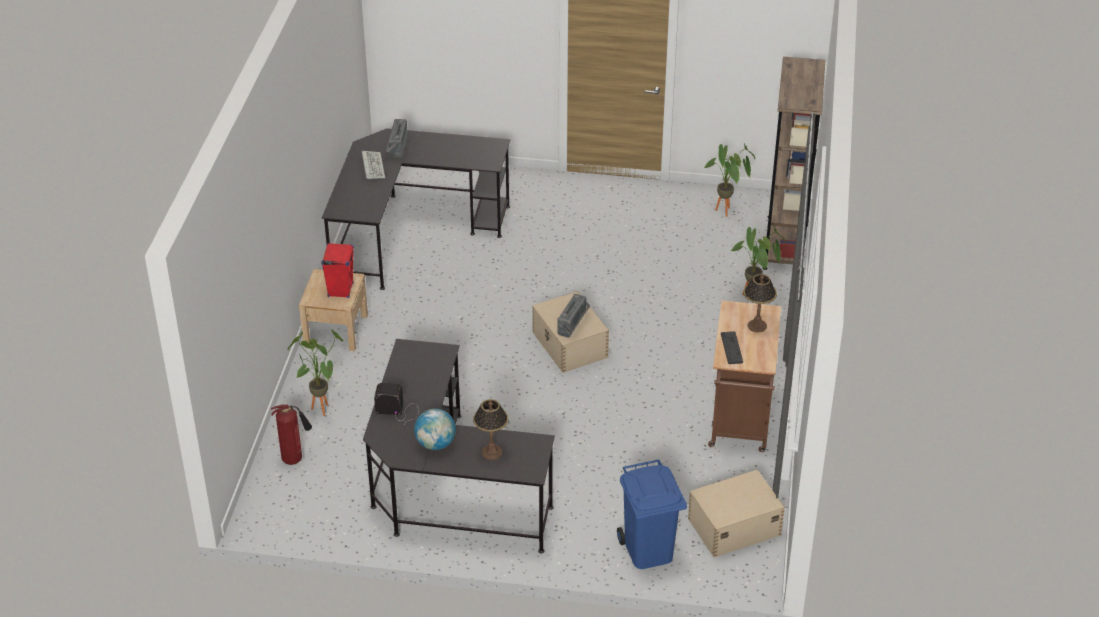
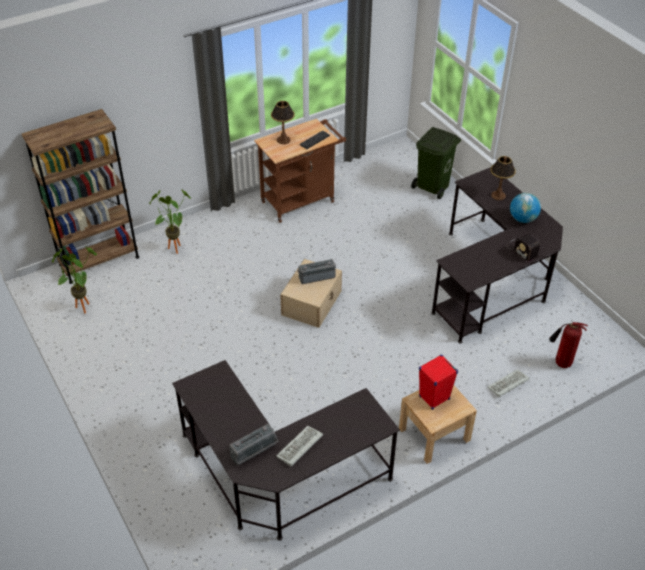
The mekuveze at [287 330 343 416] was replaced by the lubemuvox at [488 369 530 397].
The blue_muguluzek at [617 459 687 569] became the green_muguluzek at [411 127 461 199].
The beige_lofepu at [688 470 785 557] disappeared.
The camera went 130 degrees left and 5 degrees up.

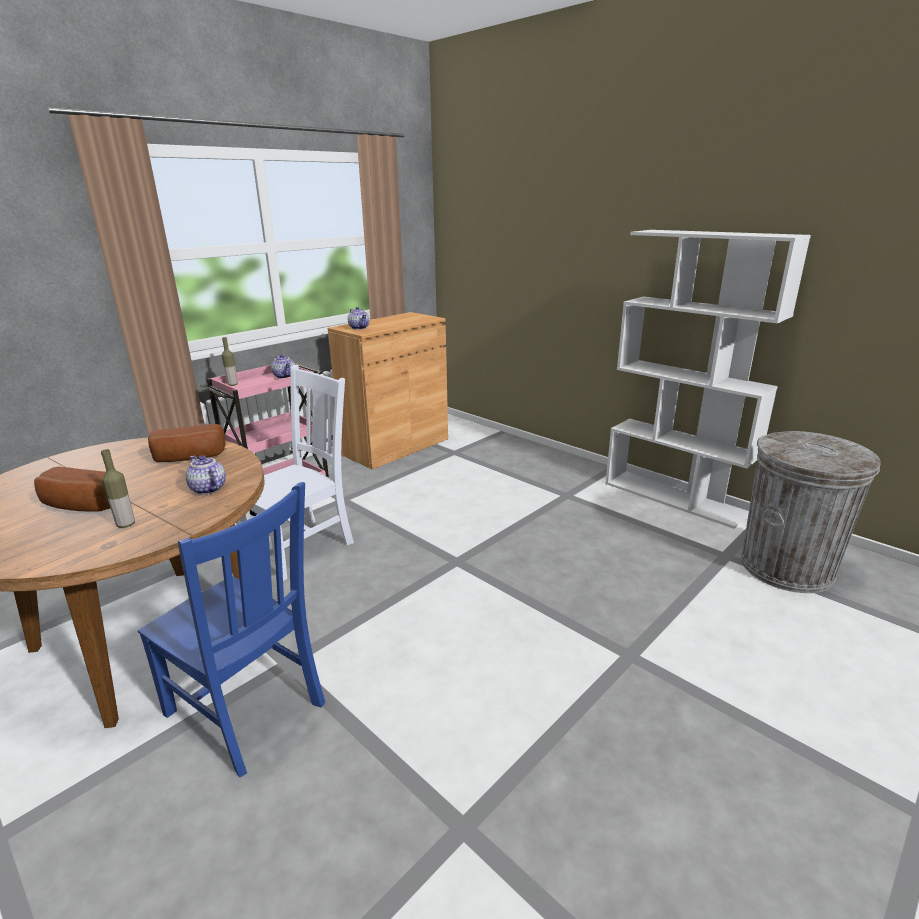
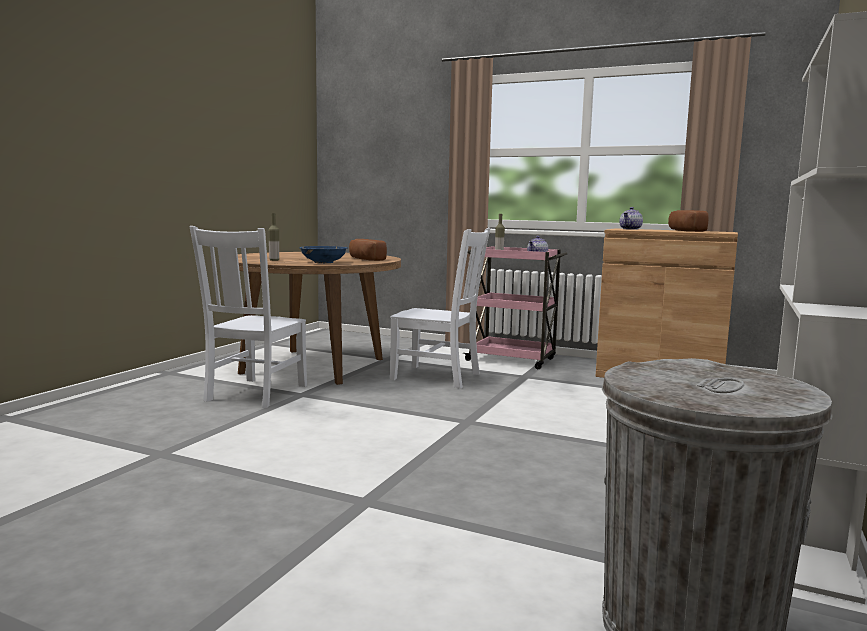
The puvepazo at [185 455 226 495] was replaced by the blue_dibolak at [299 246 348 263].
The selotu moved from [34 466 110 512] to [668 210 709 232].
The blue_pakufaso at [138 482 325 778] became the white_pakufaso at [189 226 307 408].
The camera went 70 degrees right and 15 degrees down.

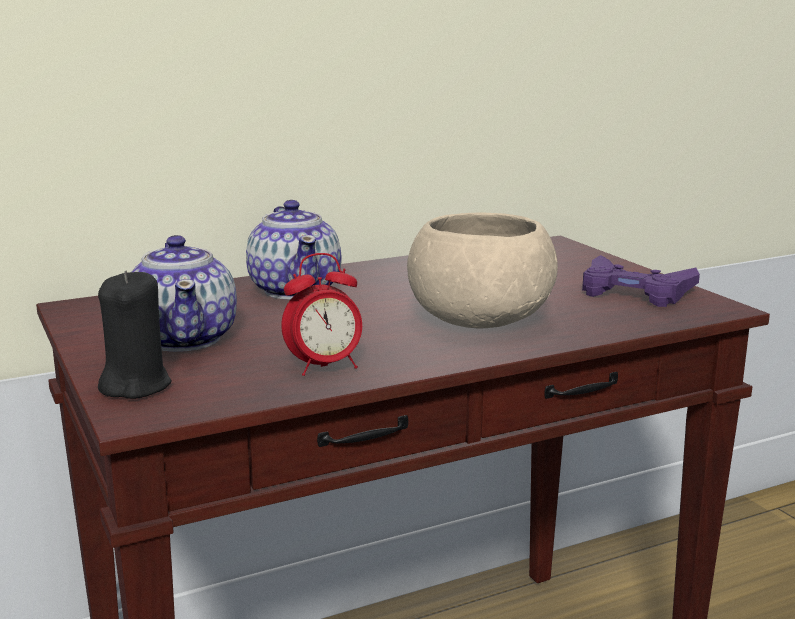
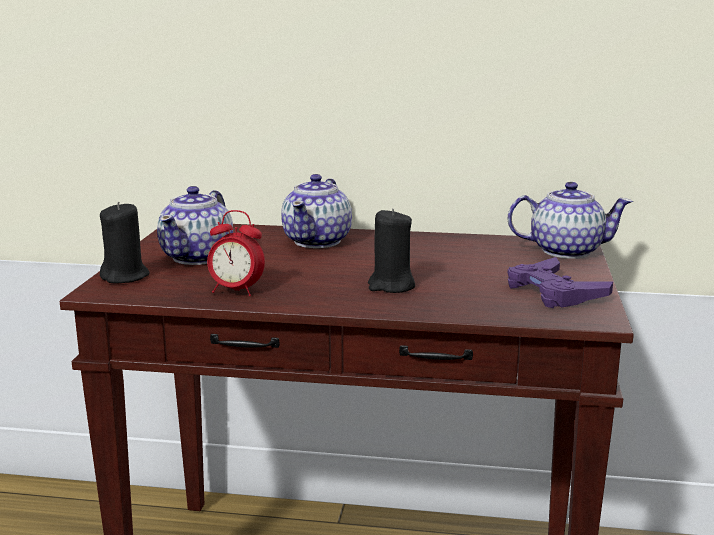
The beige_dibolak at [407 212 558 329] was replaced by the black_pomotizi at [368 208 415 293].
The puvepazo at [508 182 633 259] appeared.
The camera went 35 degrees right and 0 degrees up.

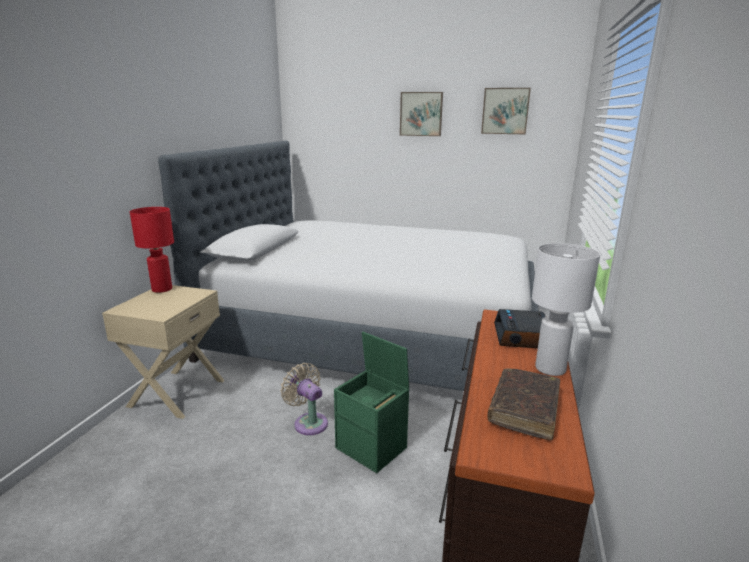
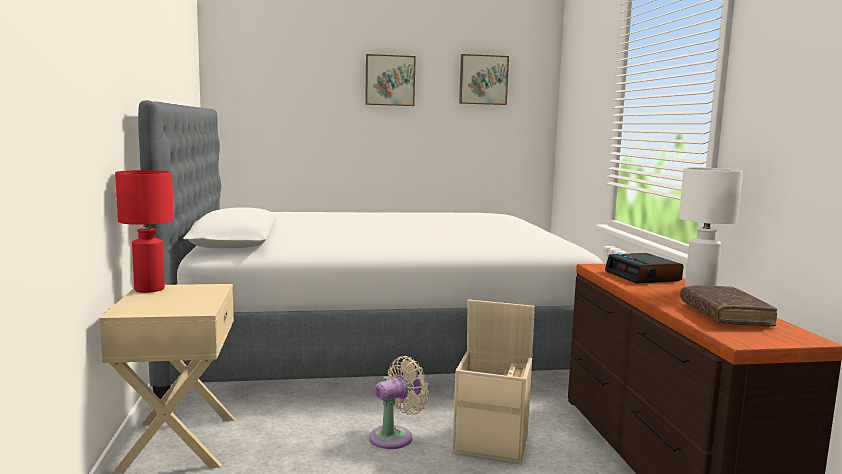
The green_lofepu at [334 331 409 473] became the beige_lofepu at [452 299 535 463].
The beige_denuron at [281 363 328 435] turned 120 degrees clockwise.
The camera went 25 degrees left and 10 degrees down.

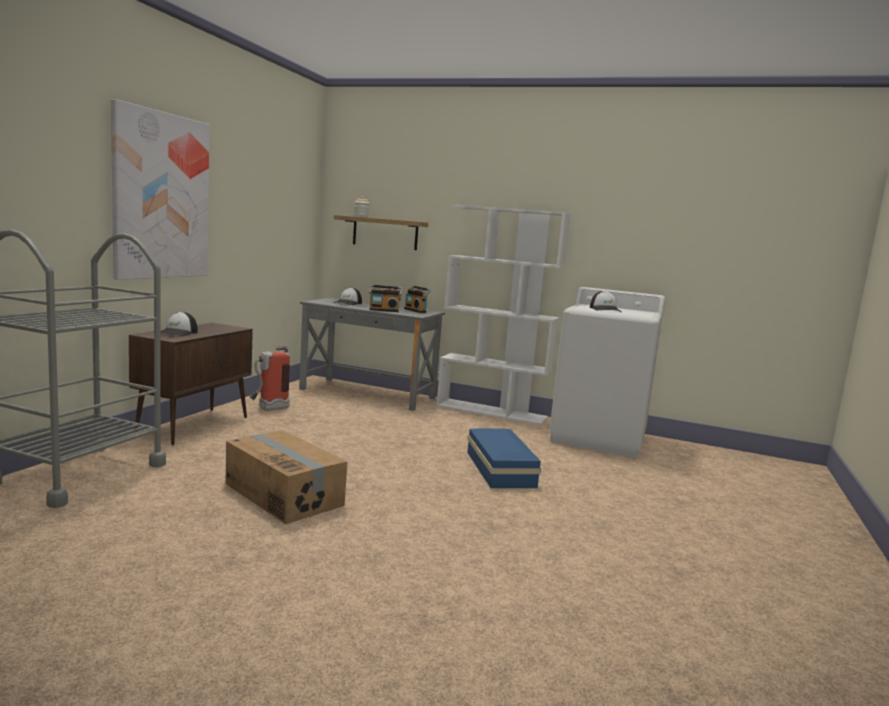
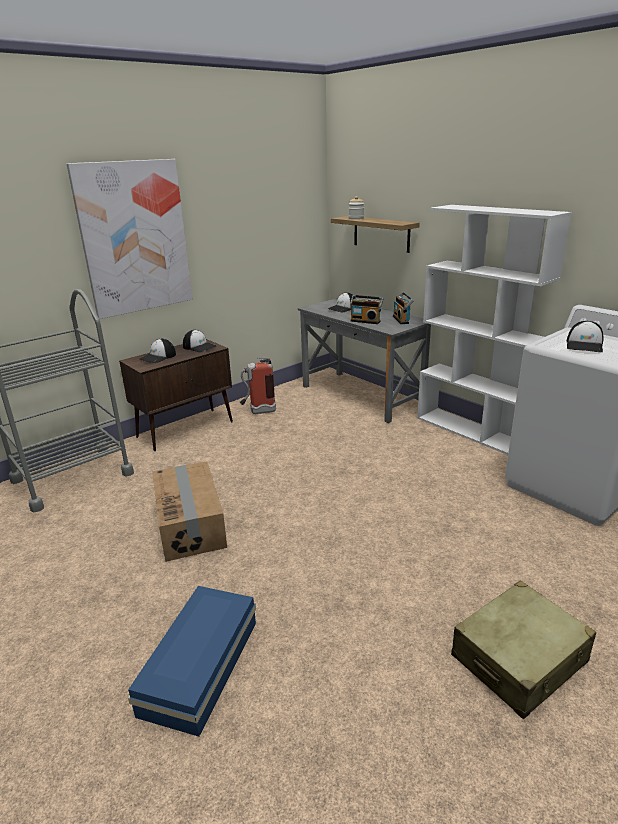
The blue_lofepu moved from [467 428 541 488] to [128 586 256 737].
The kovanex at [183 330 217 352] appeared.
The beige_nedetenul at [451 581 597 719] appeared.
The camera went 30 degrees right and 15 degrees up.

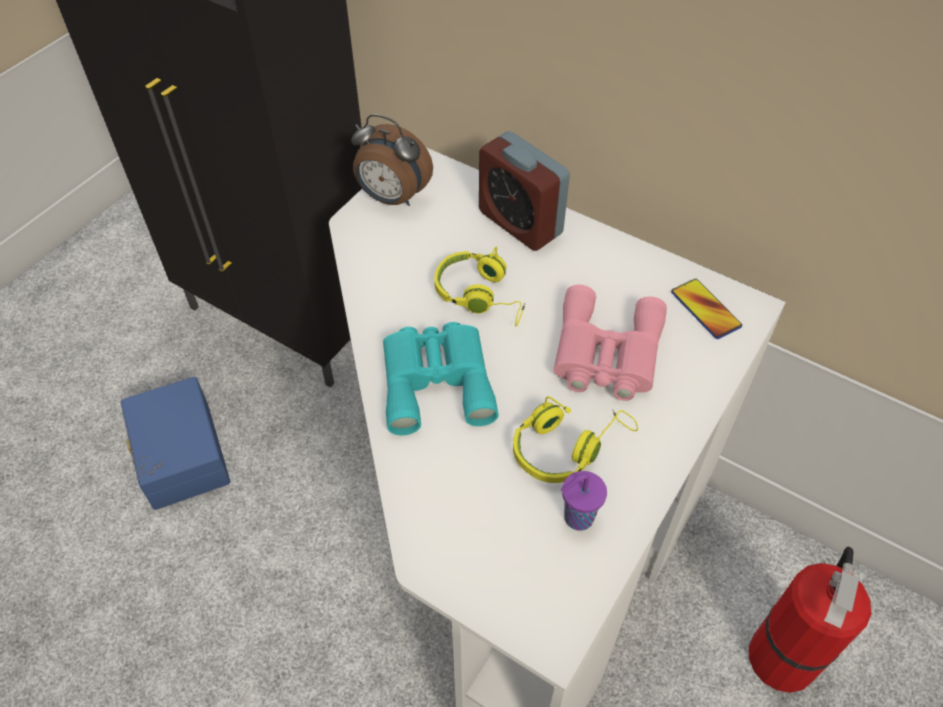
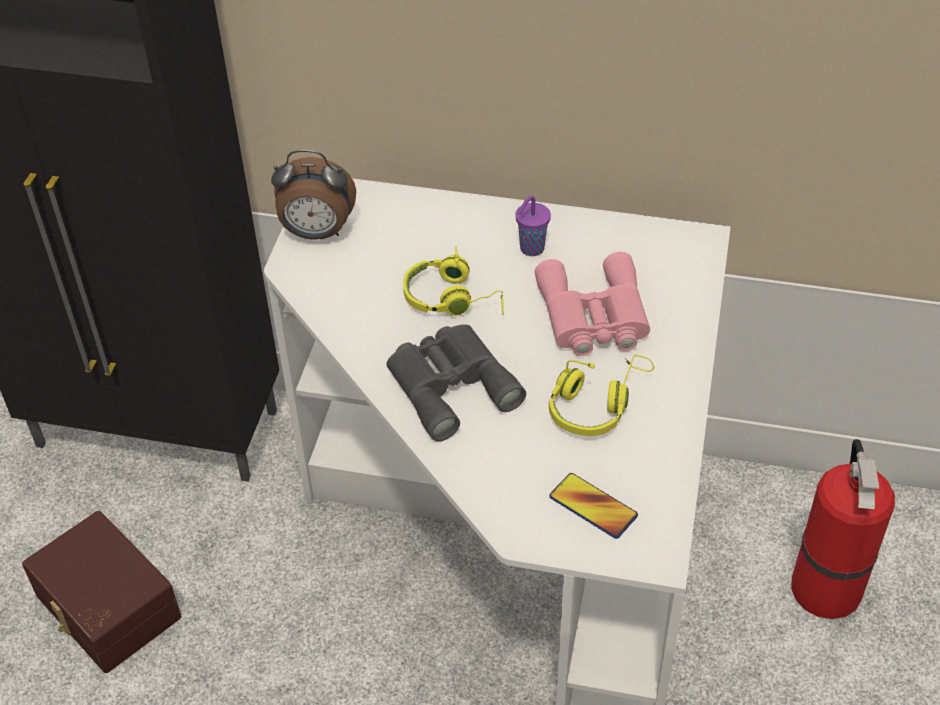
The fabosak at [479 132 570 251] disappeared.
The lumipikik moved from [671 279 742 339] to [549 473 638 539].
The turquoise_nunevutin at [383 322 499 435] became the grey_nunevutin at [386 325 526 441].
The blue_lofepu at [121 377 231 510] became the brown_lofepu at [22 511 182 673].
The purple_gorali moved from [561 471 607 531] to [515 195 551 256].
The camera went 20 degrees left and 5 degrees down.

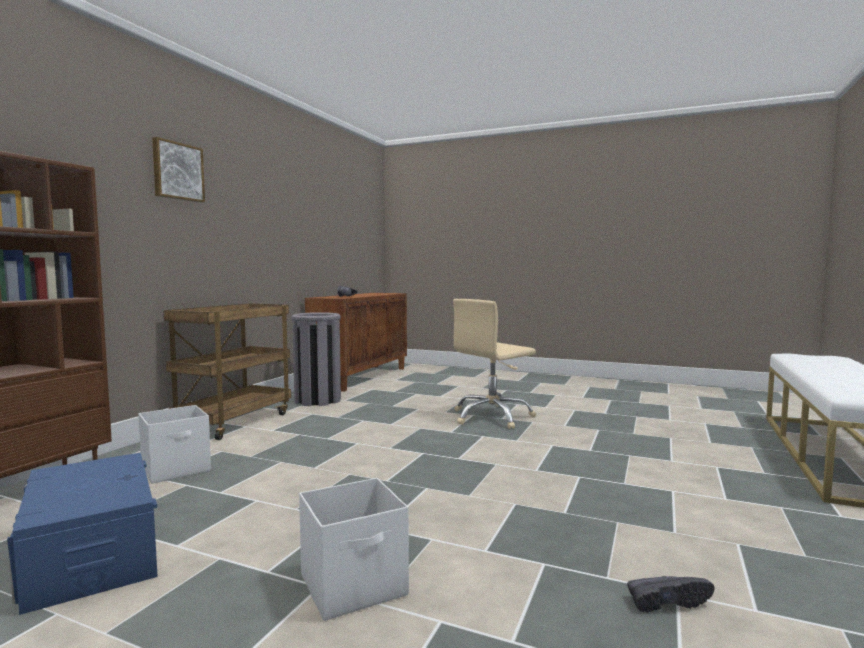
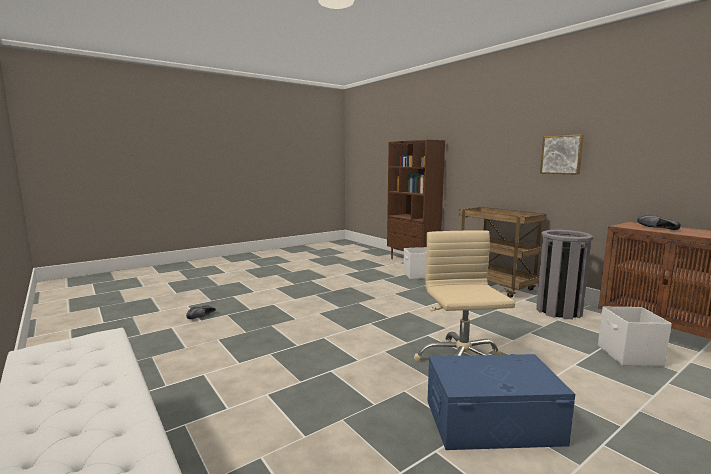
The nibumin moved from [152 137 205 203] to [540 134 584 175].
The blue_lofepu moved from [7 453 158 615] to [427 354 575 450].
The white_lofepu moved from [299 478 409 621] to [598 306 672 367].
The camera went 120 degrees right and 5 degrees up.

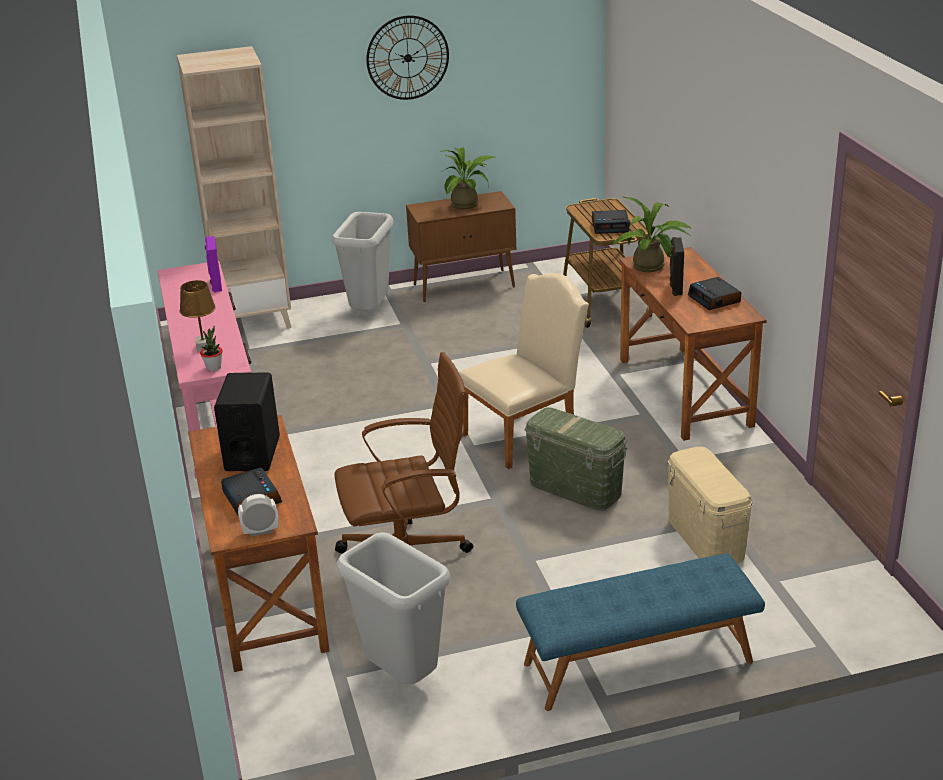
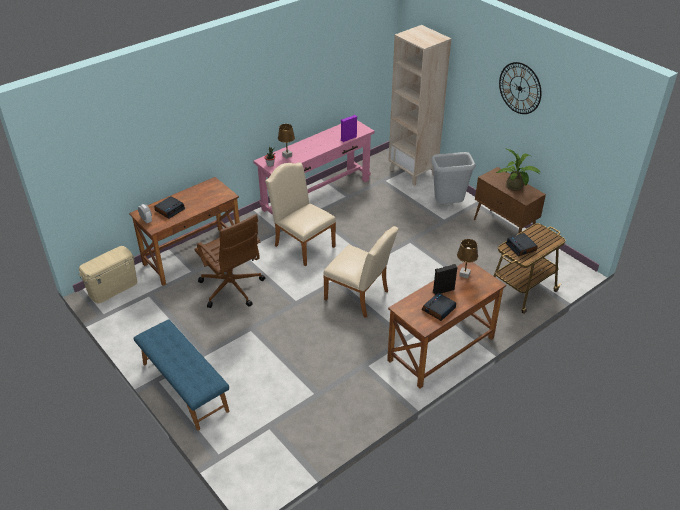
The mekuveze at [612 196 692 272] was replaced by the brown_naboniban at [457 239 478 279].
The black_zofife at [214 373 280 472] disappeared.
The green_lofepu at [525 407 627 511] disappeared.
The beige_lofepu moved from [668 446 753 564] to [79 246 137 303].
The grey_muguluzek at [337 532 450 684] disappeared.
The beige_pakufaso at [265 162 336 266] appeared.
The camera went 65 degrees right and 10 degrees up.

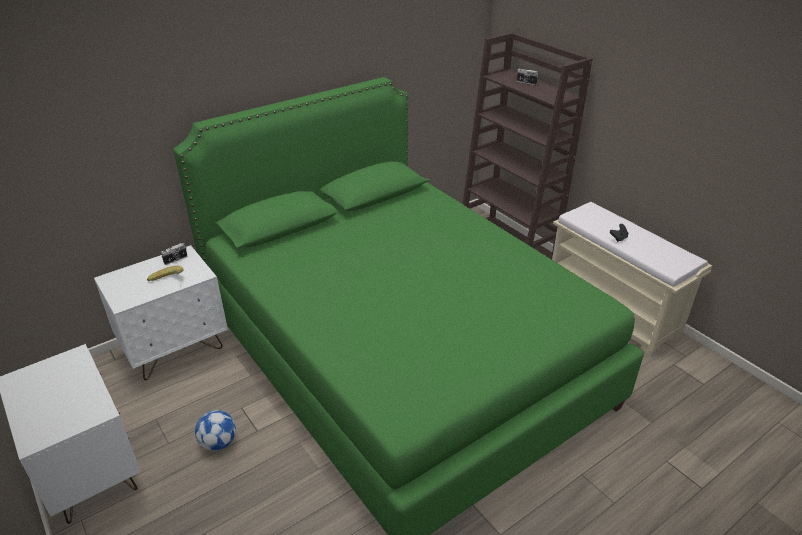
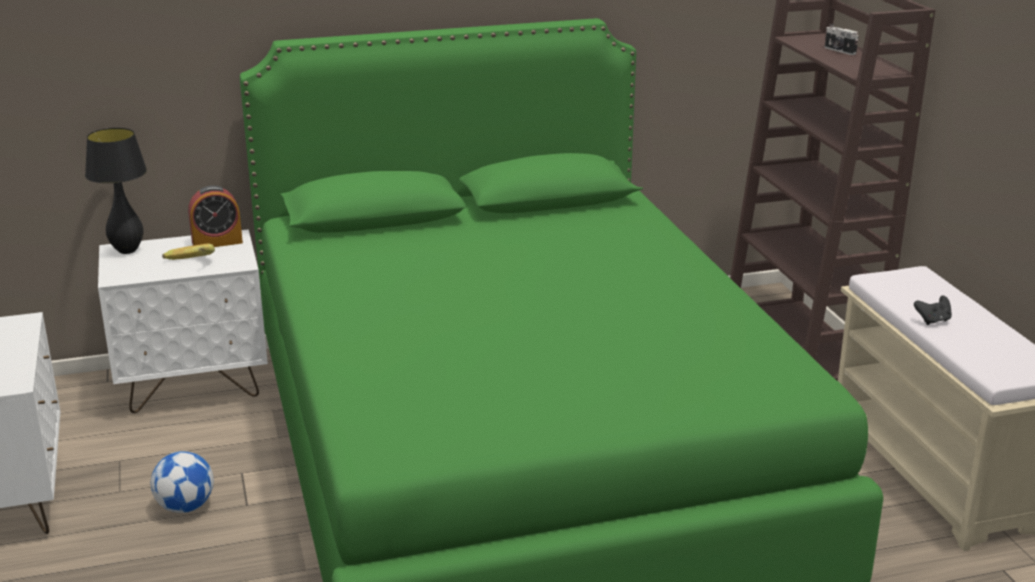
The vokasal at [161 243 187 265] was replaced by the fabosak at [188 185 243 247].
The black_naboniban at [85 128 147 254] appeared.
The camera went 20 degrees right and 10 degrees down.

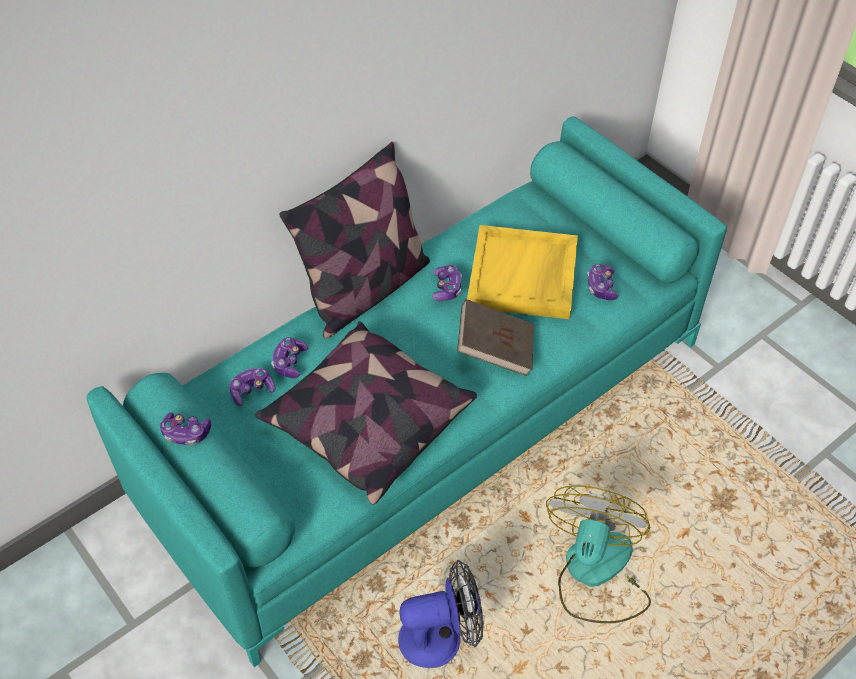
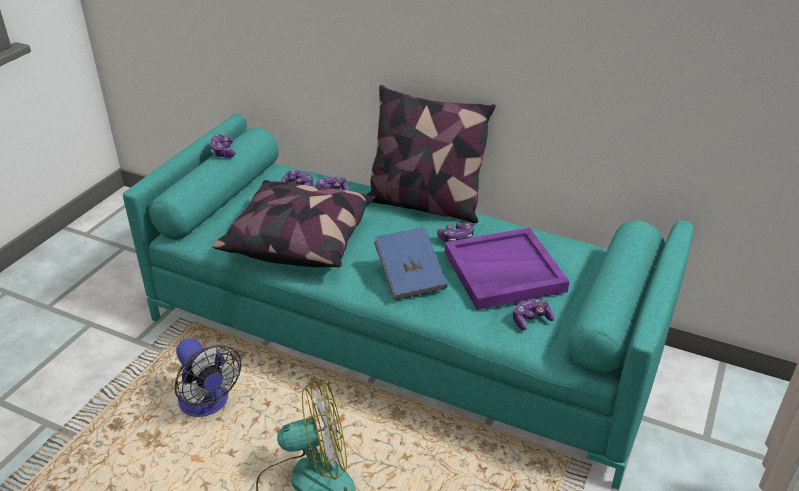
The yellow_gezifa at [467 225 578 319] became the purple_gezifa at [445 228 569 310].
The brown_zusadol at [457 299 534 376] became the blue_zusadol at [374 227 447 301].
The camera went 65 degrees right and 15 degrees down.

